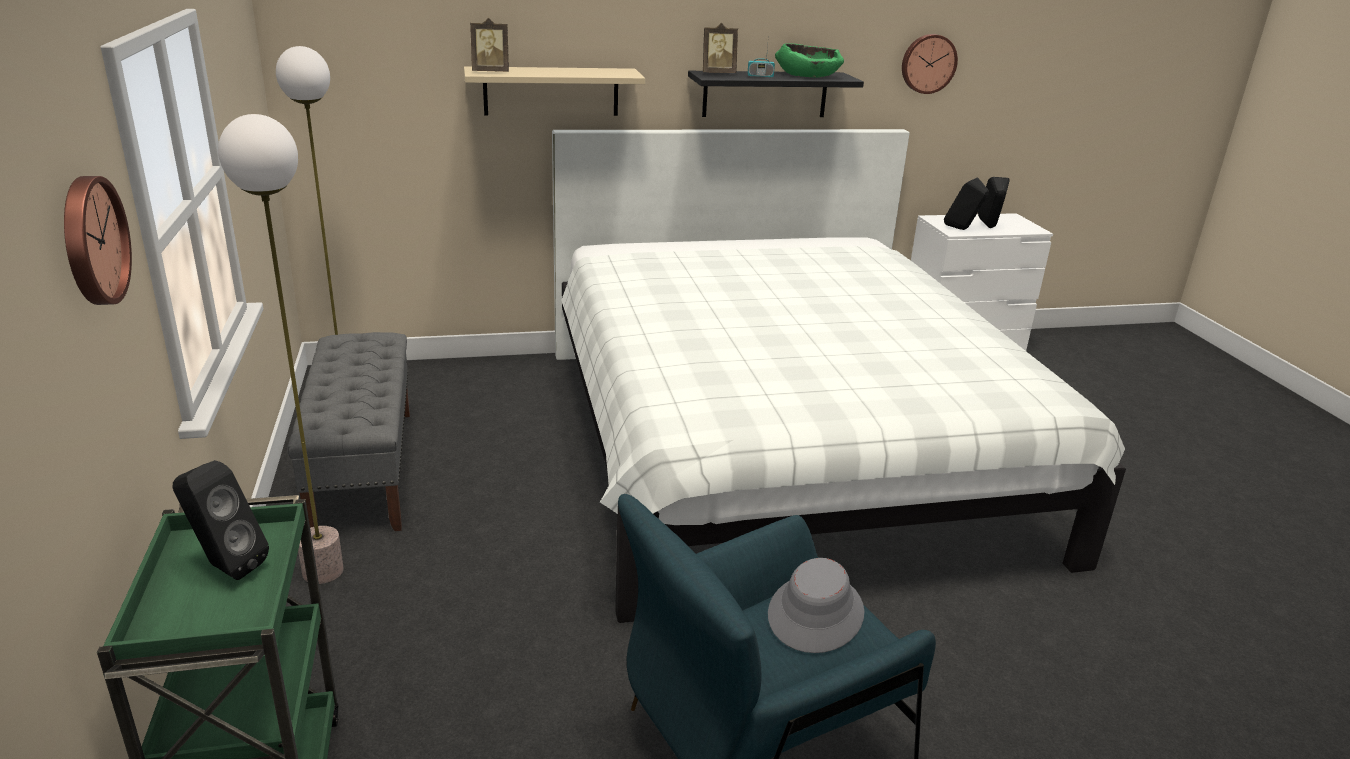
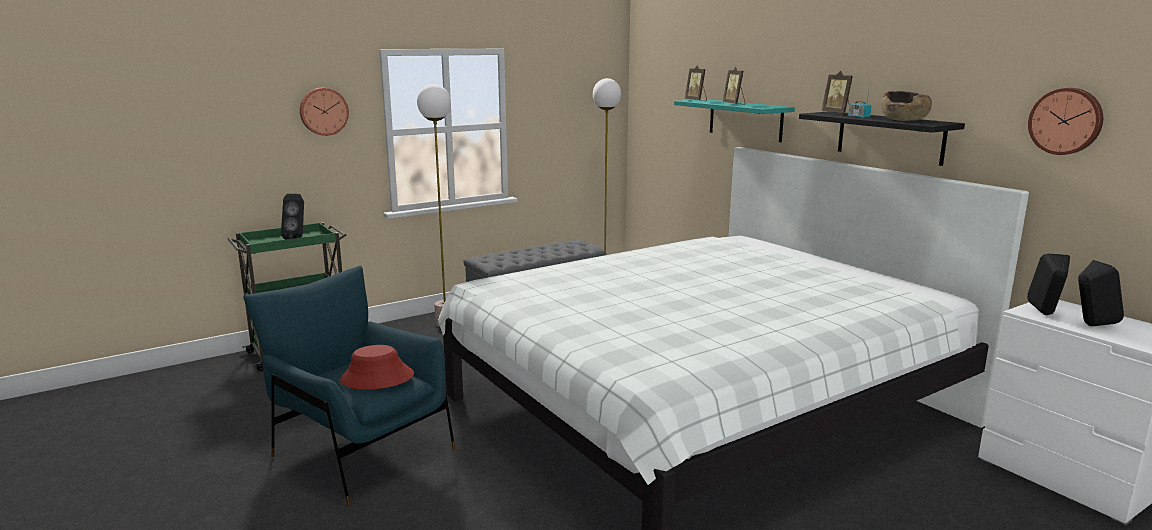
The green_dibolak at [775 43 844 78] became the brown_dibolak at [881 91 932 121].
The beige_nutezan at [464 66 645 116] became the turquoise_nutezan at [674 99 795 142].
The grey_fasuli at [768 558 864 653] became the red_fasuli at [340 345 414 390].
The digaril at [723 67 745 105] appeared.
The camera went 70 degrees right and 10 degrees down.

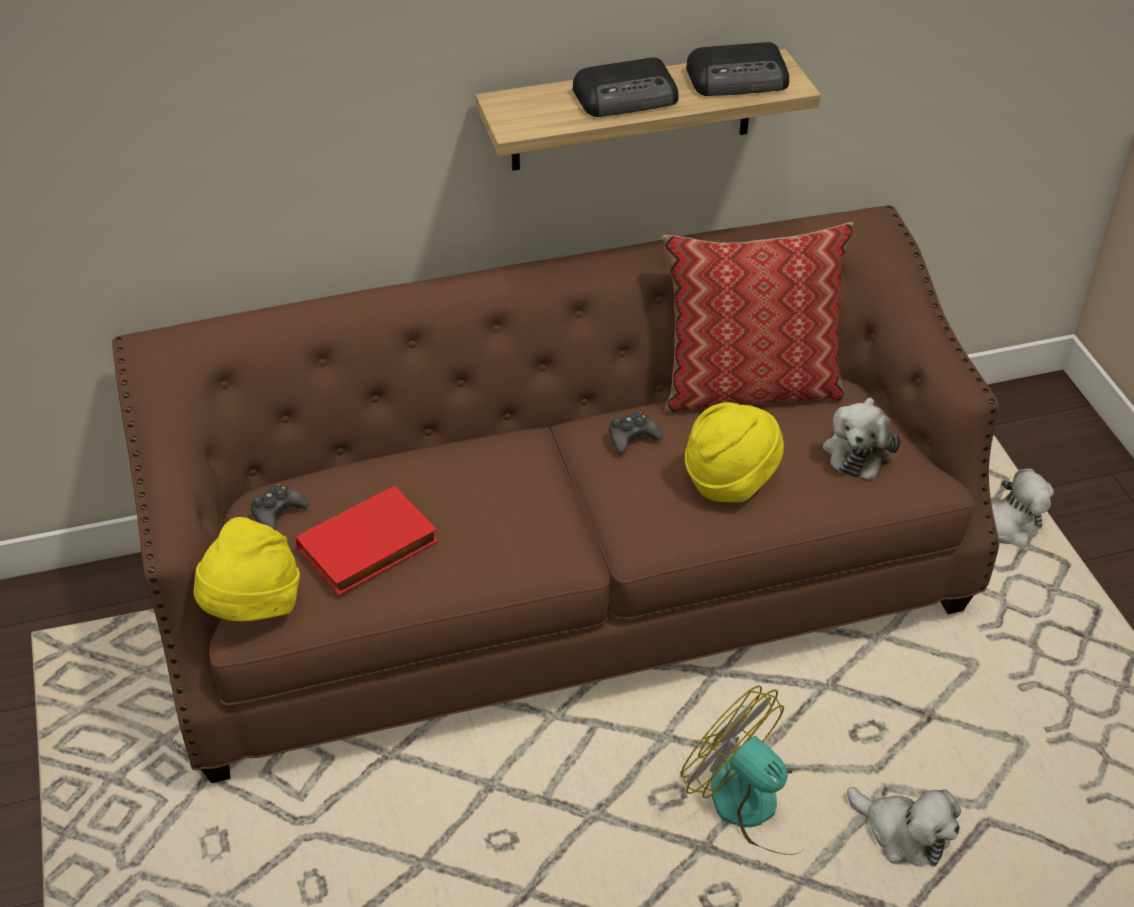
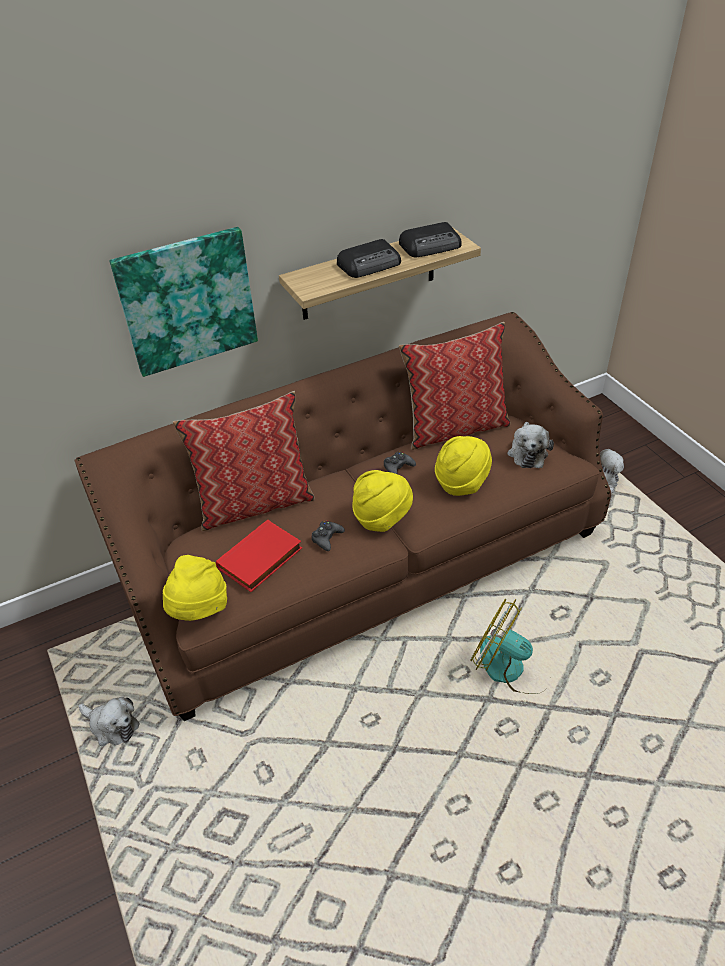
The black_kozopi moved from [250 484 309 530] to [311 521 345 551].
The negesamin moved from [847 787 961 867] to [78 697 139 746].
The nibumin at [109 227 258 377] appeared.
The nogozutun at [173 391 315 531] appeared.
The yellow_fasuli at [352 470 413 532] appeared.
The camera went 10 degrees left and 0 degrees up.

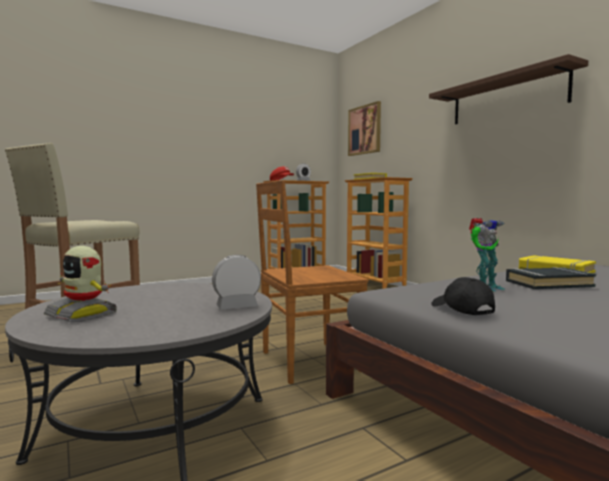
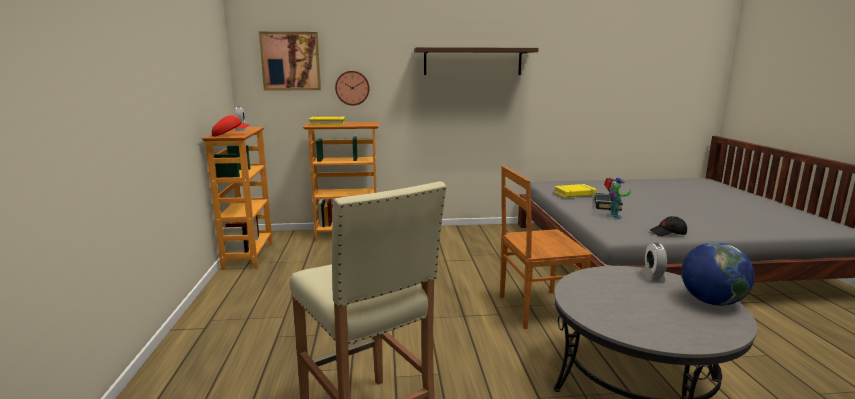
The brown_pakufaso at [256 180 368 384] turned 75 degrees clockwise.
The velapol at [44 246 117 322] disappeared.
The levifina at [335 71 370 106] appeared.
The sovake at [681 242 754 306] appeared.
The camera went 65 degrees left and 10 degrees up.

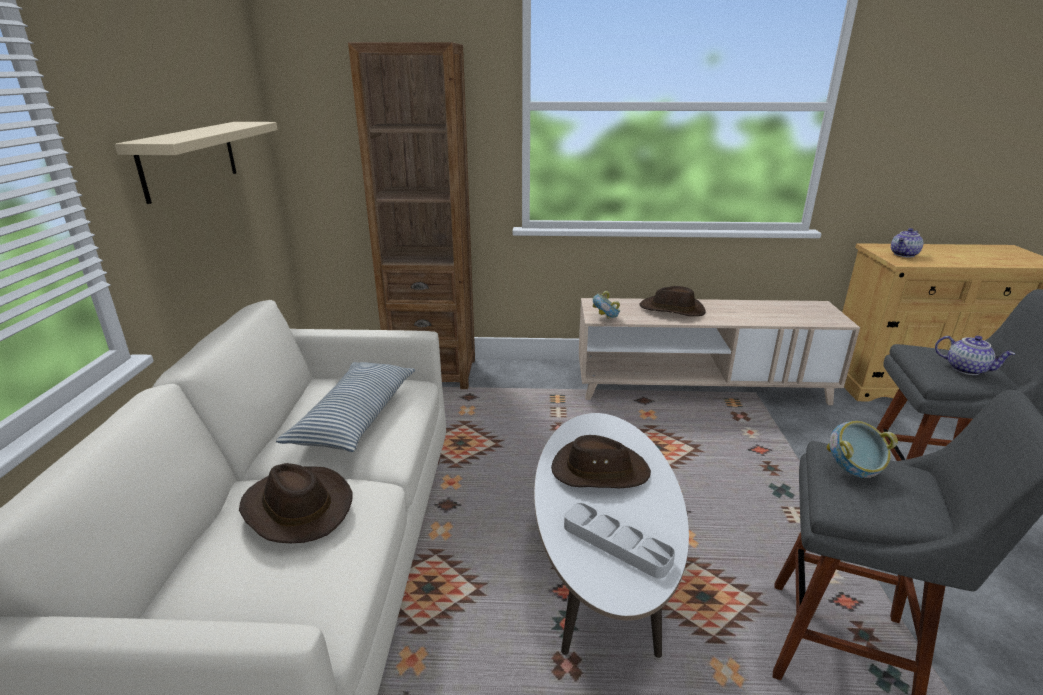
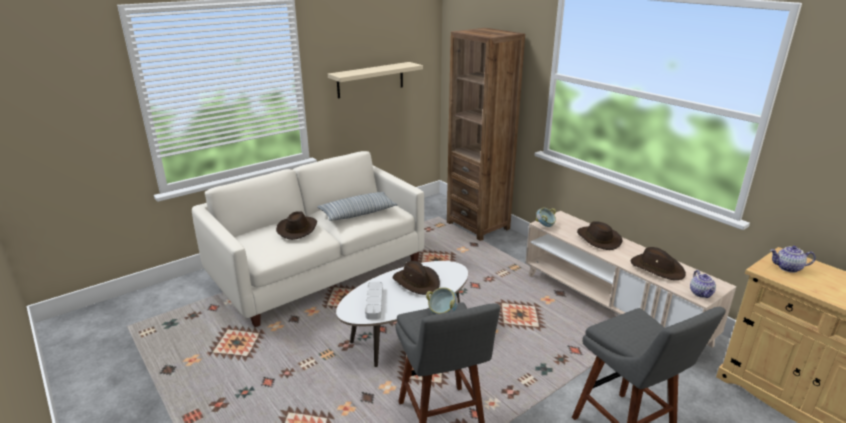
The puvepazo moved from [935 336 1016 375] to [690 270 716 298].
The brown_fasuli at [631 247 686 280] appeared.
The camera went 50 degrees right and 0 degrees up.

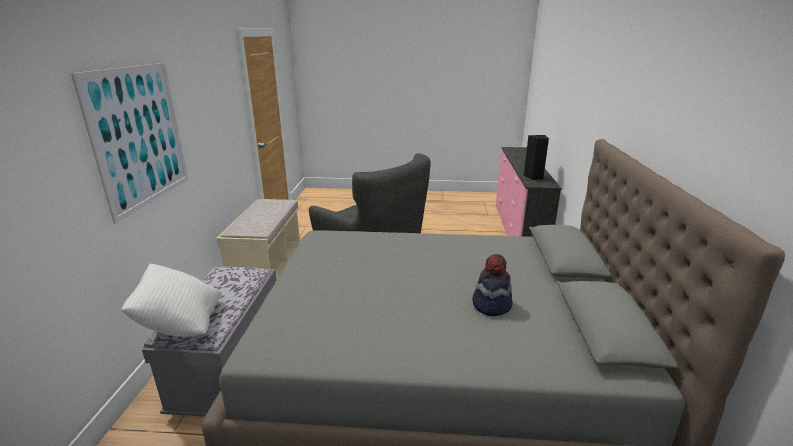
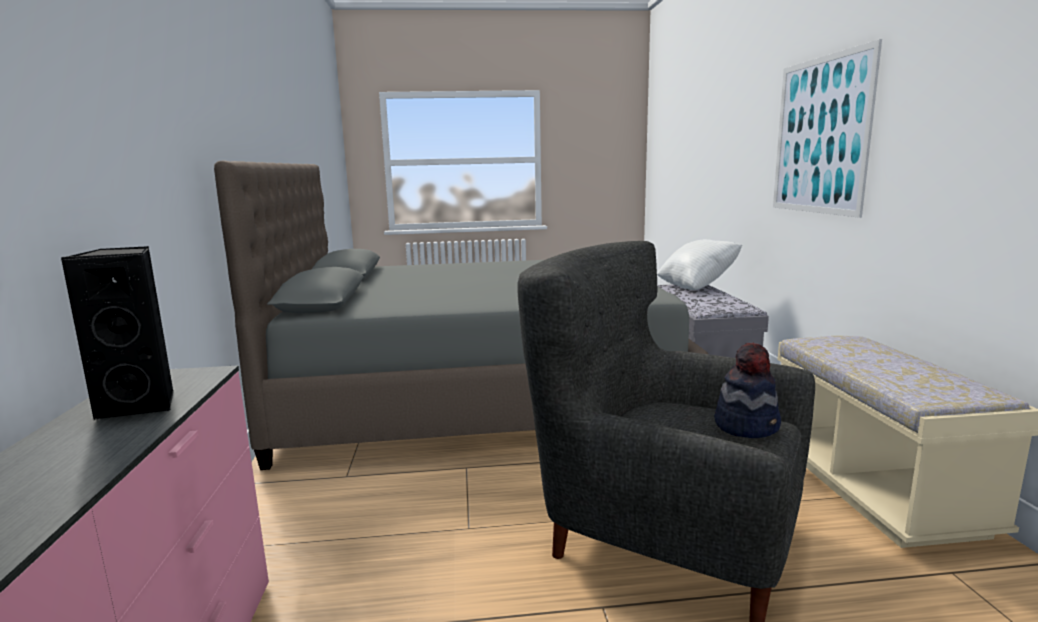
The fasuli moved from [472 254 513 316] to [714 342 781 438].
The camera went 170 degrees right and 10 degrees down.

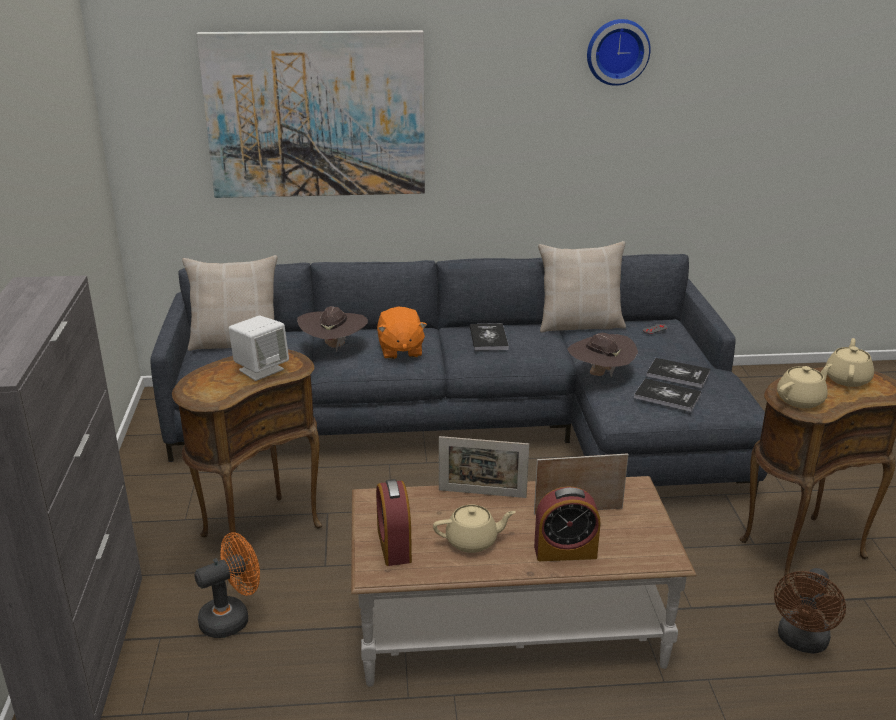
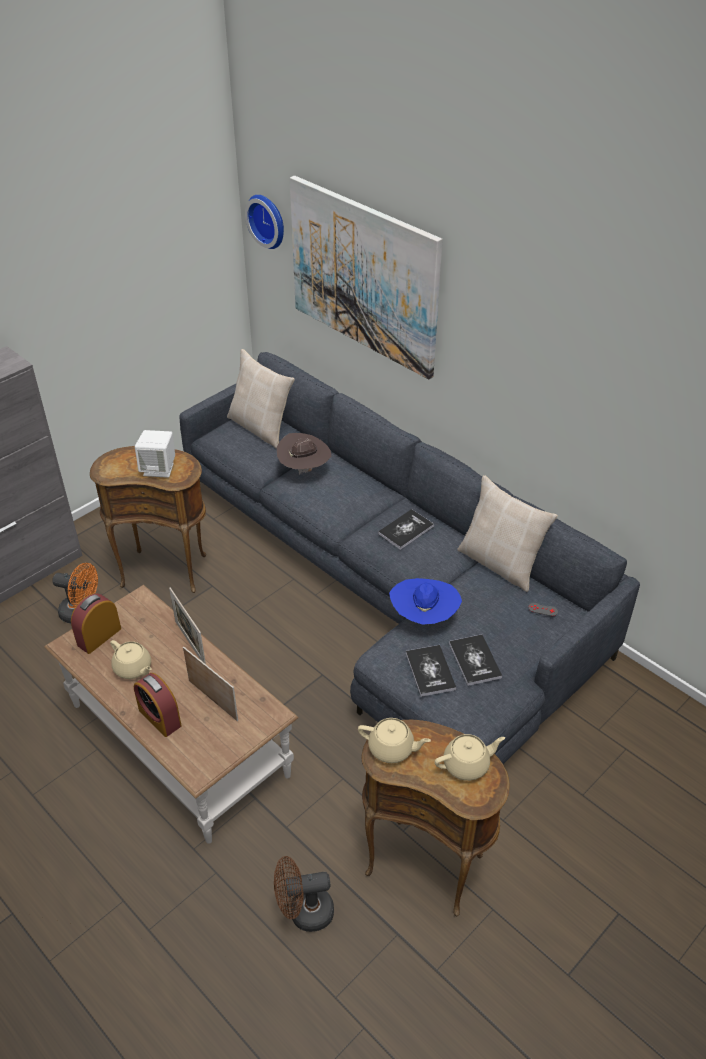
The levifina moved from [587 19 651 86] to [245 195 284 249].
The orange_negesamin at [377 307 427 359] disappeared.
The brown_fasuli at [568 333 638 377] became the blue_fasuli at [389 578 462 625].
The camera went 50 degrees right and 15 degrees up.

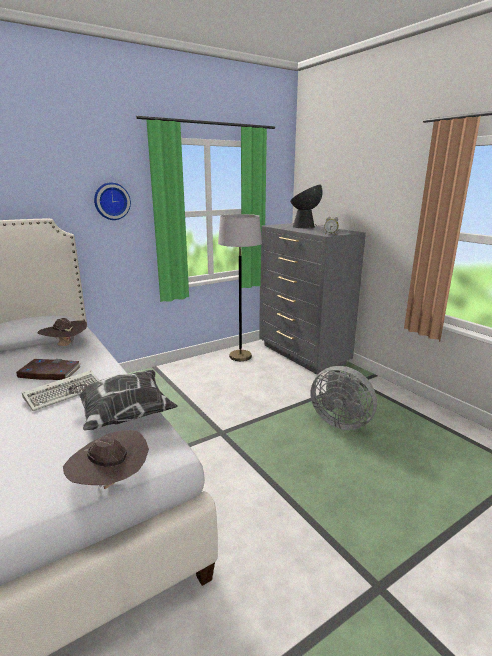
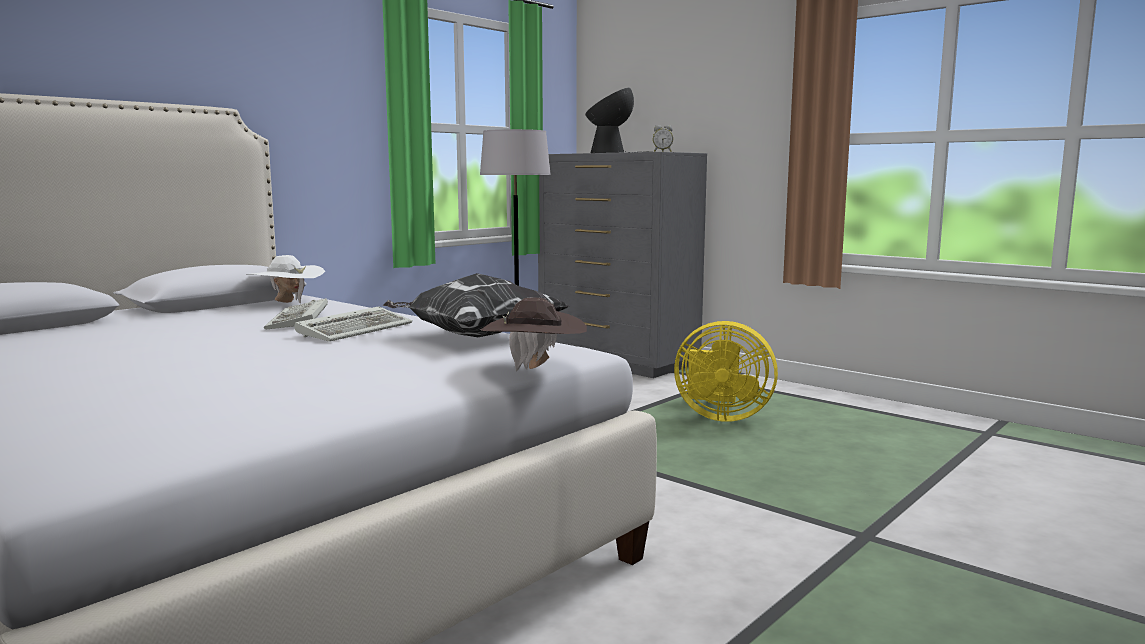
The levifina at [94 183 131 220] disappeared.
The brown_fasuli at [38 318 87 346] became the white_fasuli at [246 255 325 303].
The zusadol at [16 359 81 380] was replaced by the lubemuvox at [264 298 328 330].
The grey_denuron at [310 366 377 430] became the yellow_denuron at [674 321 778 422].
The camera went 15 degrees left and 10 degrees down.

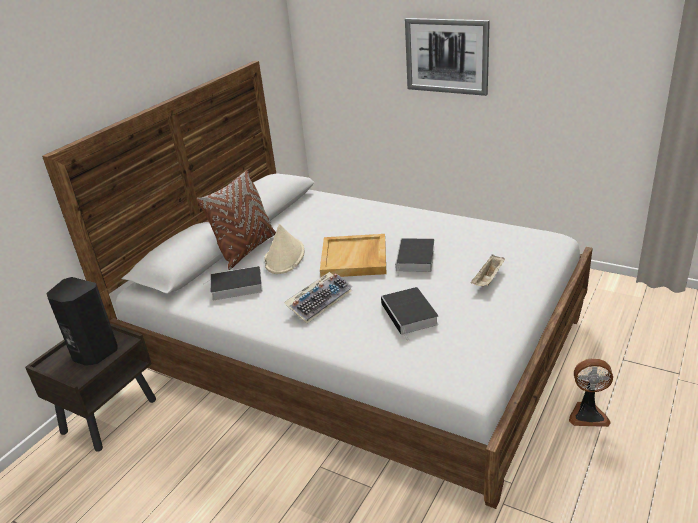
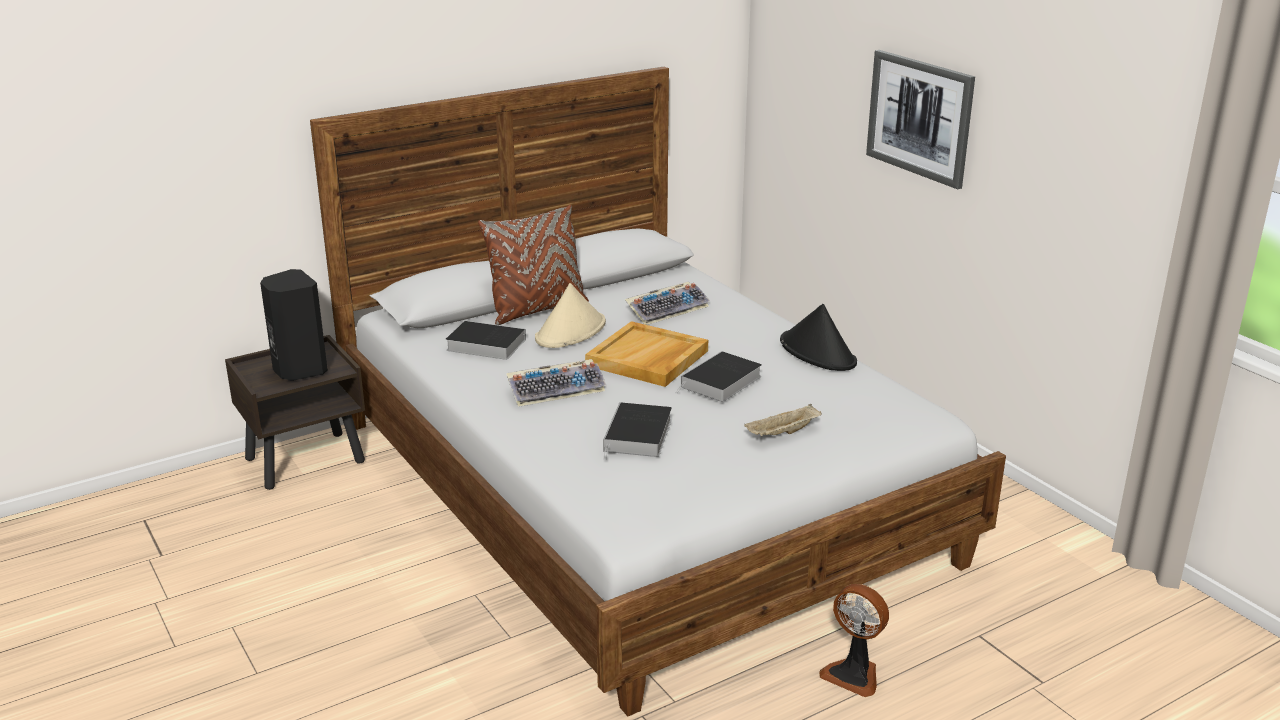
The lubemuvox at [625 282 710 325] appeared.
The black_fasuli at [780 304 857 371] appeared.
The camera went 25 degrees right and 5 degrees down.

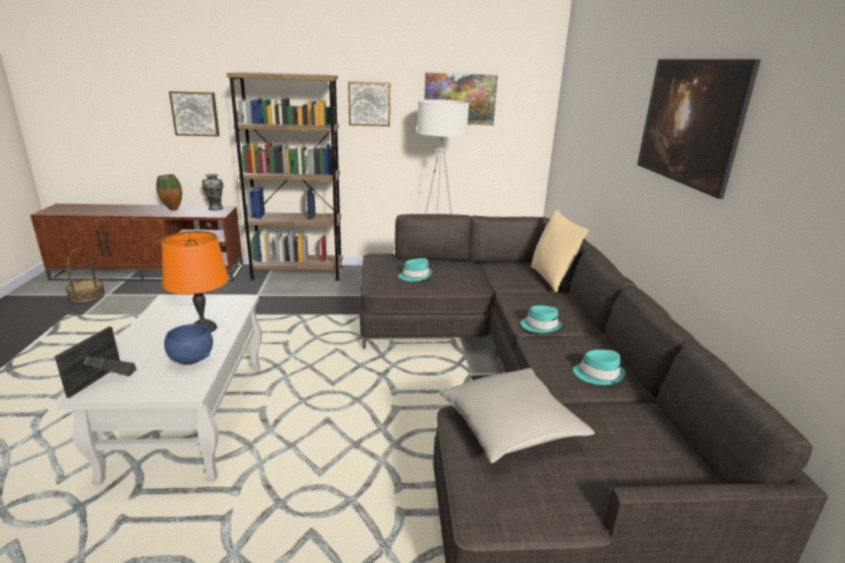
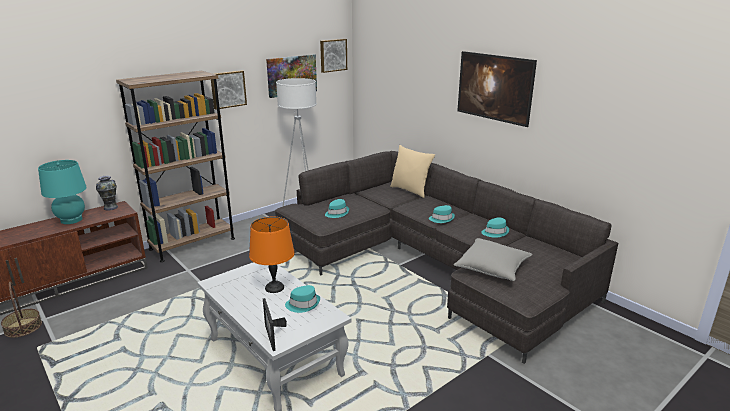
The nibumin moved from [169 91 219 136] to [320 39 347 73].
The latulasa at [156 174 182 211] was replaced by the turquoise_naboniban at [38 160 87 224].
The blue_dibolak at [164 324 213 364] was replaced by the turquoise_fasuli at [285 285 320 313].
The camera went 35 degrees left and 0 degrees up.

